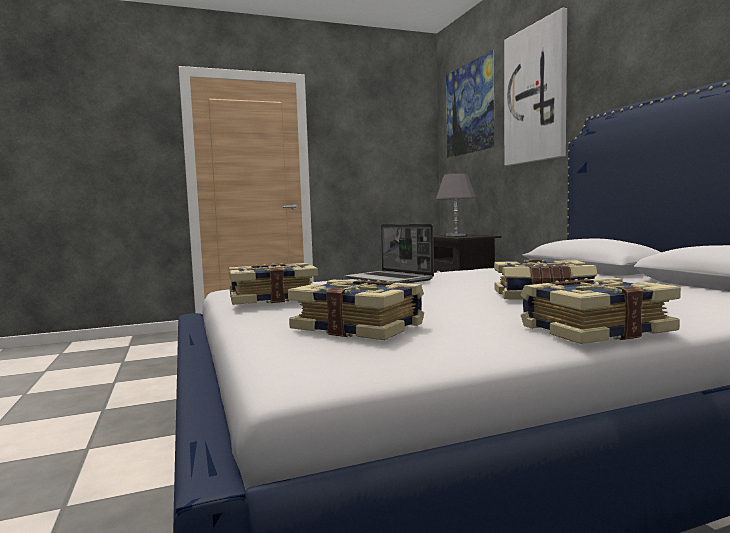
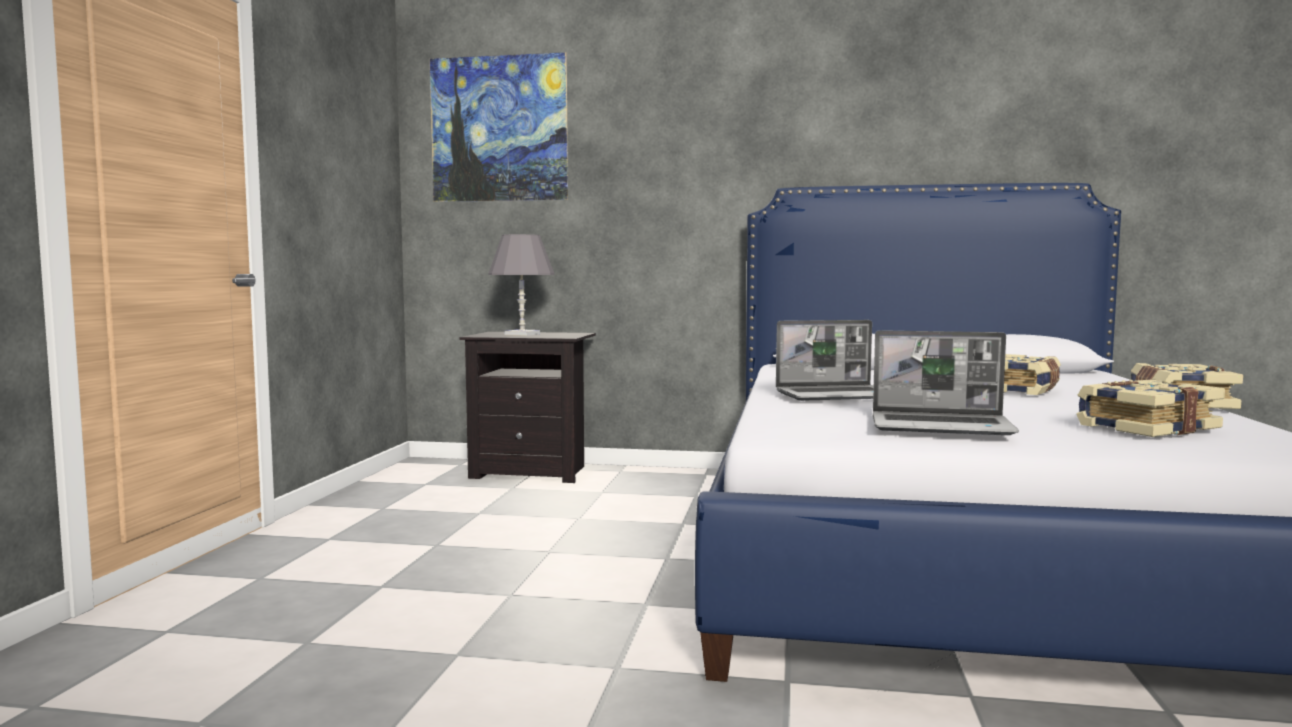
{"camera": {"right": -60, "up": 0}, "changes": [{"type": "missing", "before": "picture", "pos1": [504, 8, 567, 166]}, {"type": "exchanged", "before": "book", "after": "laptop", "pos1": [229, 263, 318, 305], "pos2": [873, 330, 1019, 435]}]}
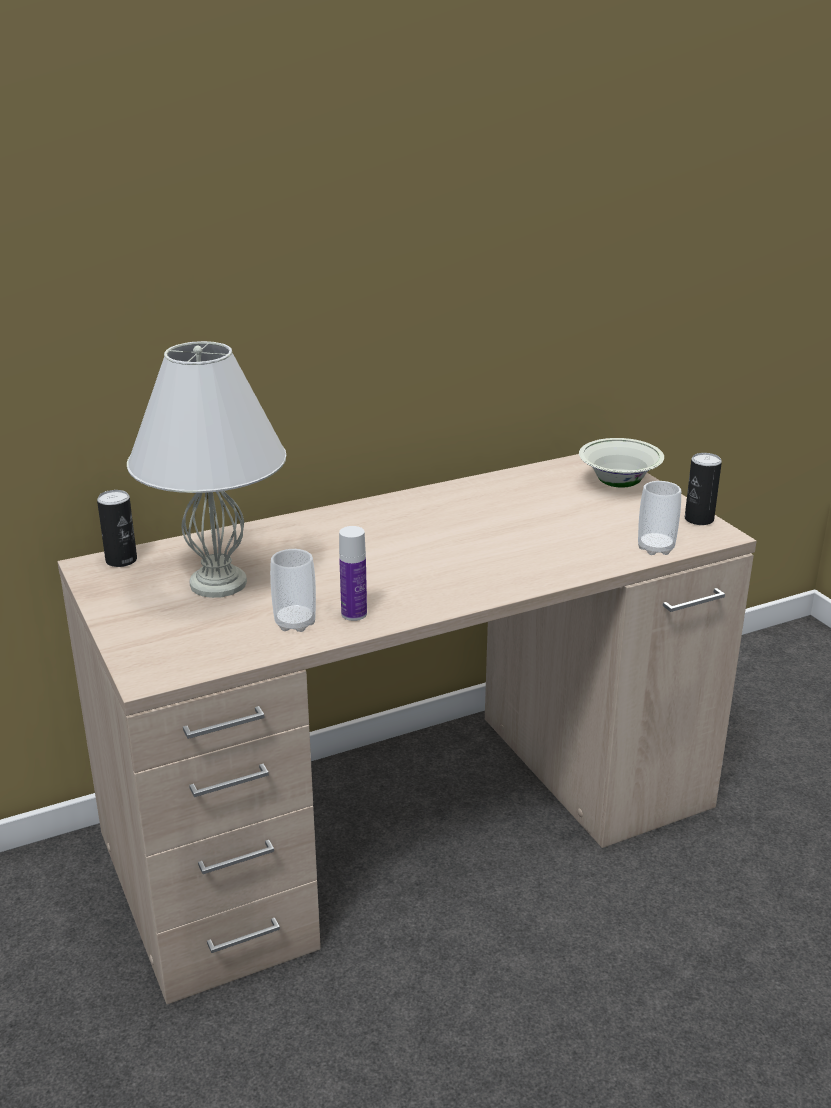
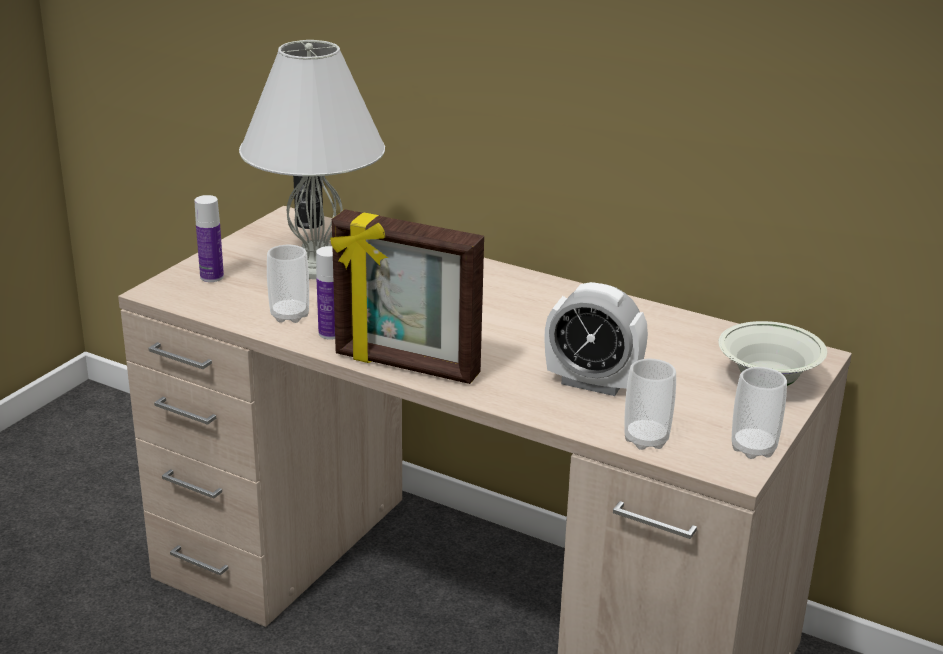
{"camera": {"right": 55, "up": 0}, "changes": [{"type": "exchanged", "before": "can", "after": "cup", "pos1": [685, 453, 722, 525], "pos2": [732, 367, 787, 459]}, {"type": "appeared", "after": "bottle", "pos2": [194, 195, 224, 282]}, {"type": "appeared", "after": "picture frame", "pos2": [330, 209, 484, 384]}, {"type": "appeared", "after": "alarm clock", "pos2": [544, 282, 648, 396]}]}
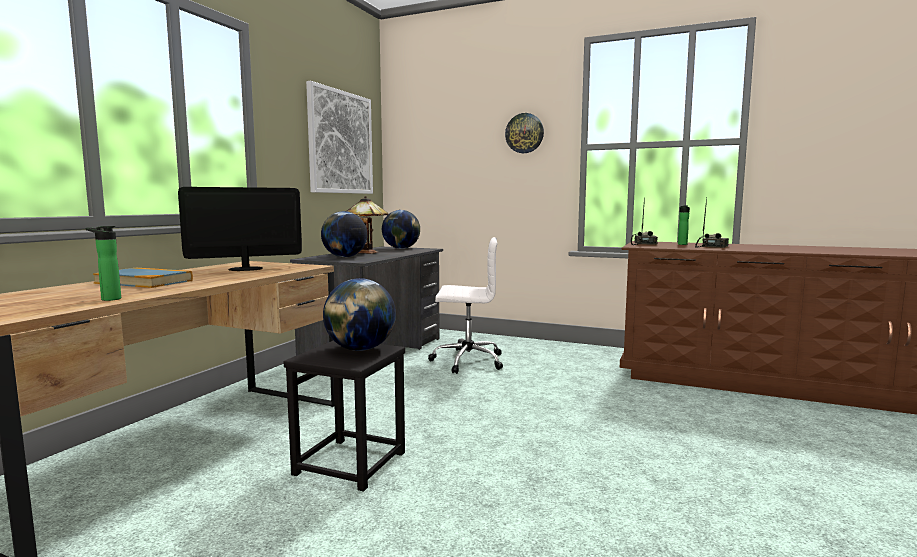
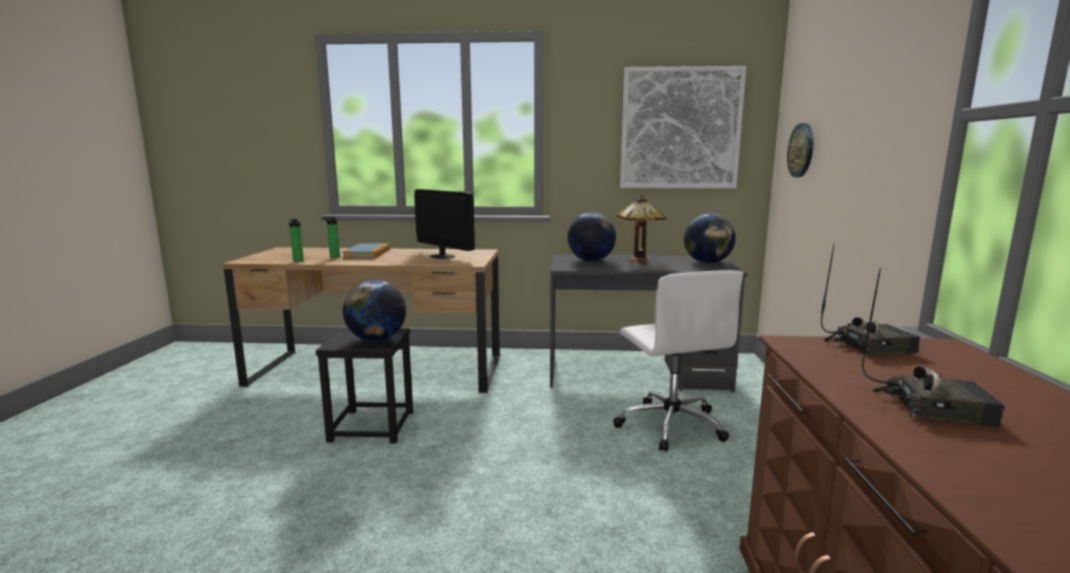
{"camera": {"right": 70, "up": 5}, "changes": [{"type": "relocated", "before": "wall clock", "pos1": [505, 113, 544, 153], "pos2": [787, 123, 813, 177]}, {"type": "relocated", "before": "bottle", "pos1": [678, 205, 690, 245], "pos2": [322, 216, 340, 258]}]}
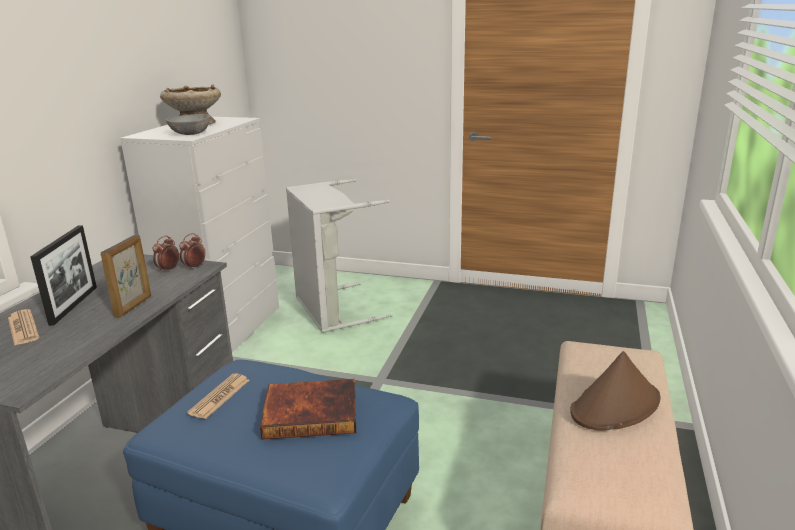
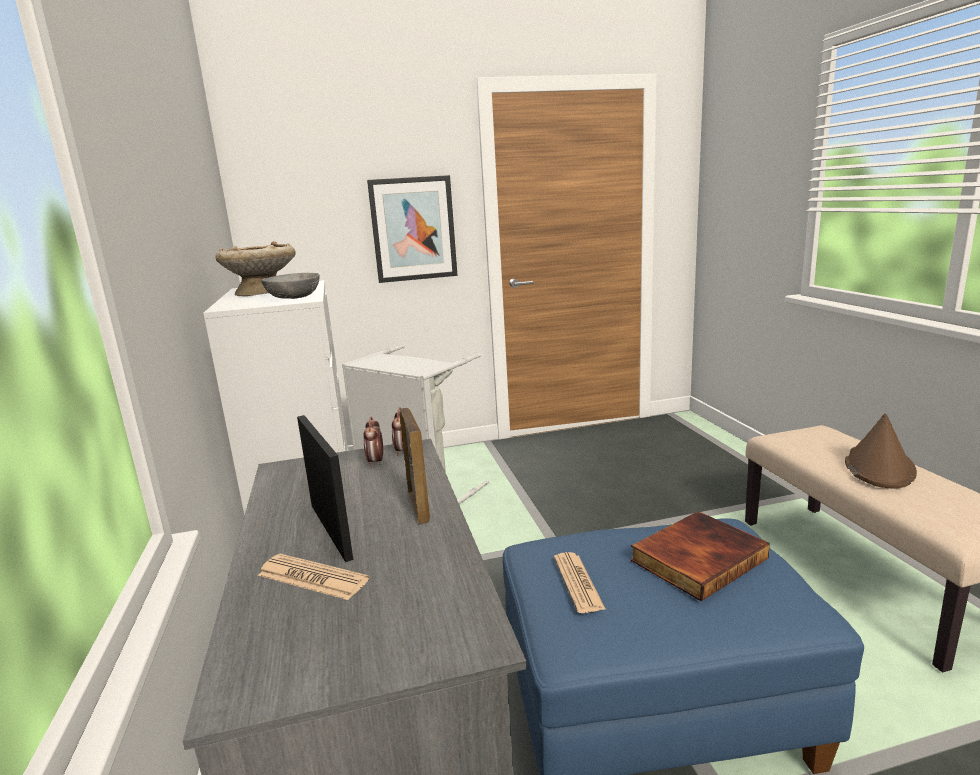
{"camera": {"right": -30, "up": -5}, "changes": [{"type": "appeared", "after": "picture", "pos2": [367, 175, 458, 283]}]}
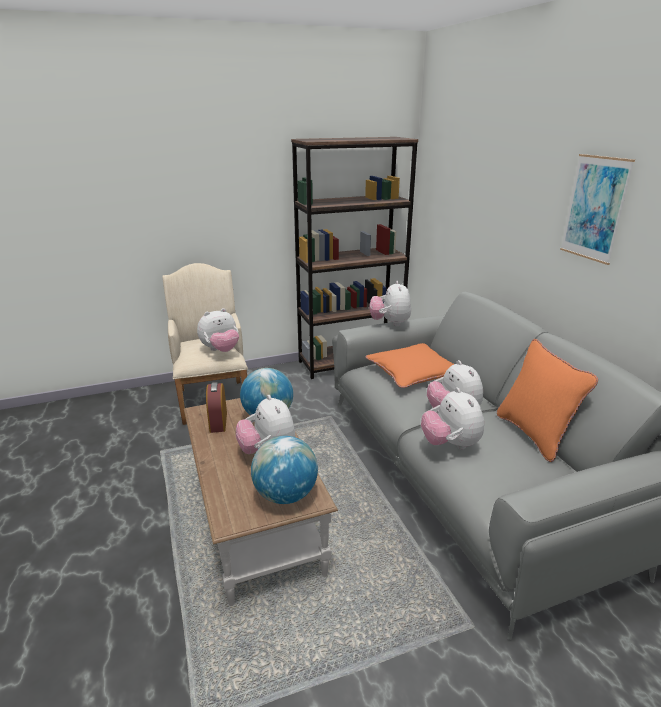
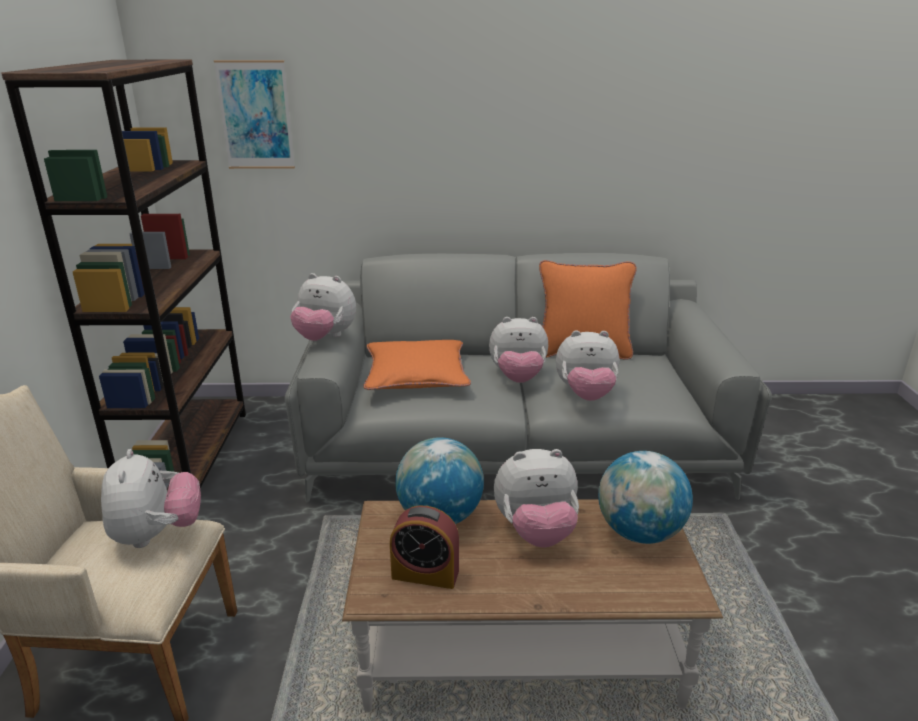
{"camera": {"right": -70, "up": 0}, "changes": [{"type": "relocated", "before": "picture", "pos1": [560, 154, 635, 265], "pos2": [214, 60, 295, 169]}]}
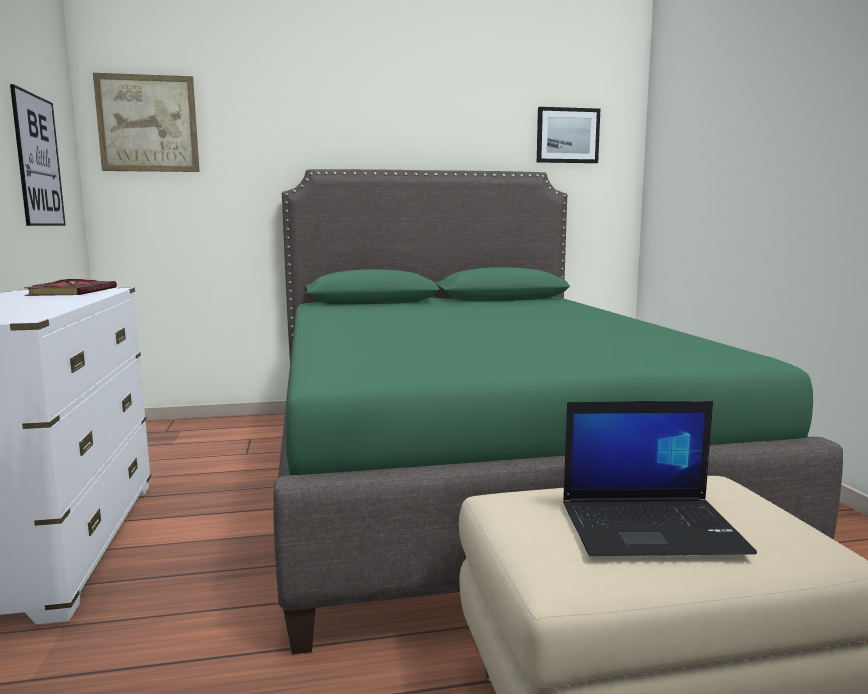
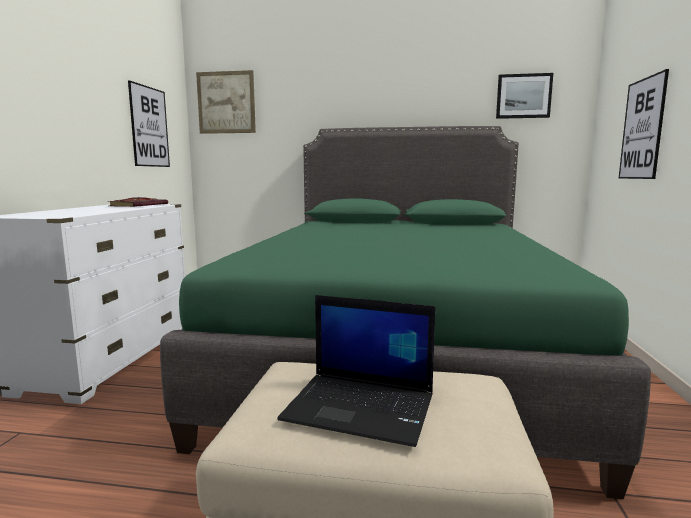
{"camera": {"right": 20, "up": 0}, "changes": [{"type": "appeared", "after": "picture", "pos2": [619, 69, 669, 179]}]}
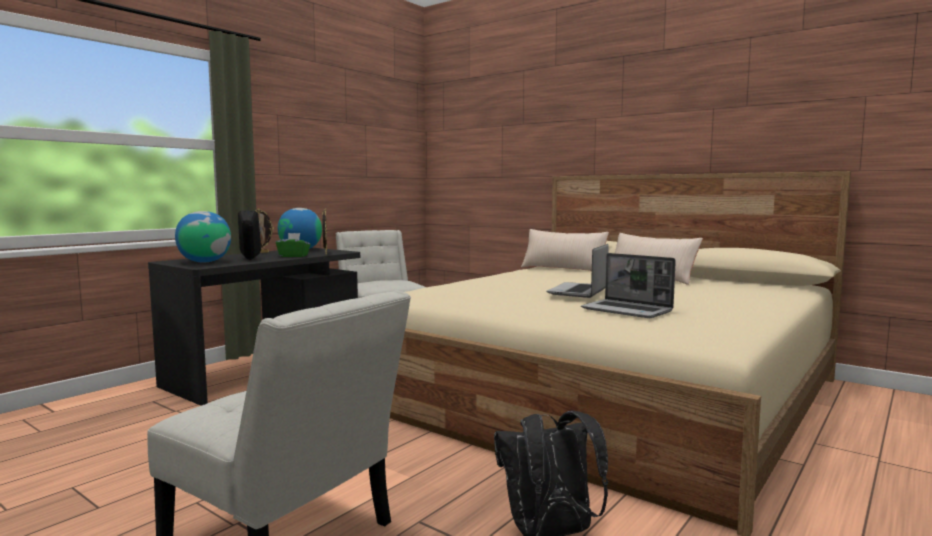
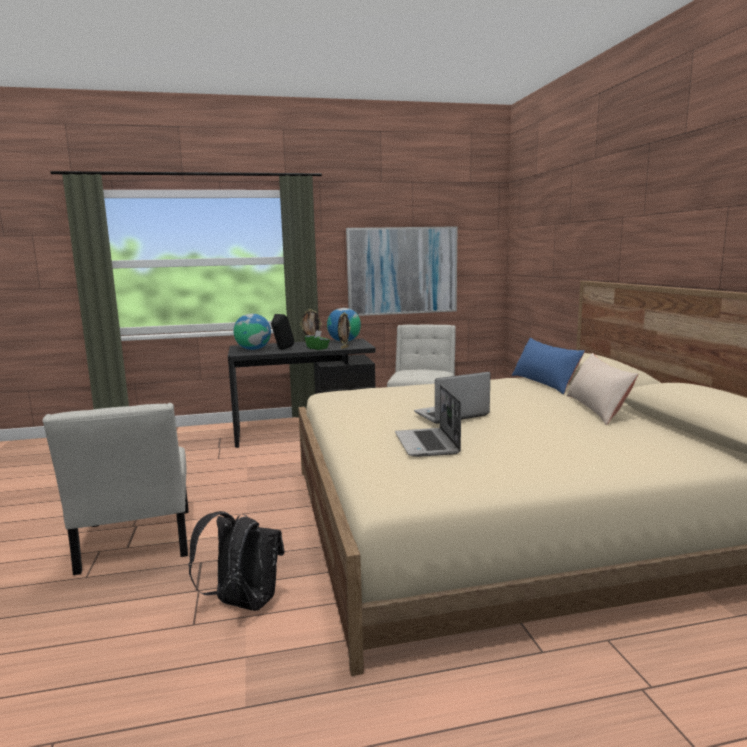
{"camera": {"right": 40, "up": 5}, "changes": [{"type": "colour", "before": "beige pillow", "after": "blue pillow", "pos1": [521, 229, 609, 271], "pos2": [512, 338, 585, 394]}, {"type": "appeared", "after": "picture", "pos2": [346, 226, 458, 316]}]}
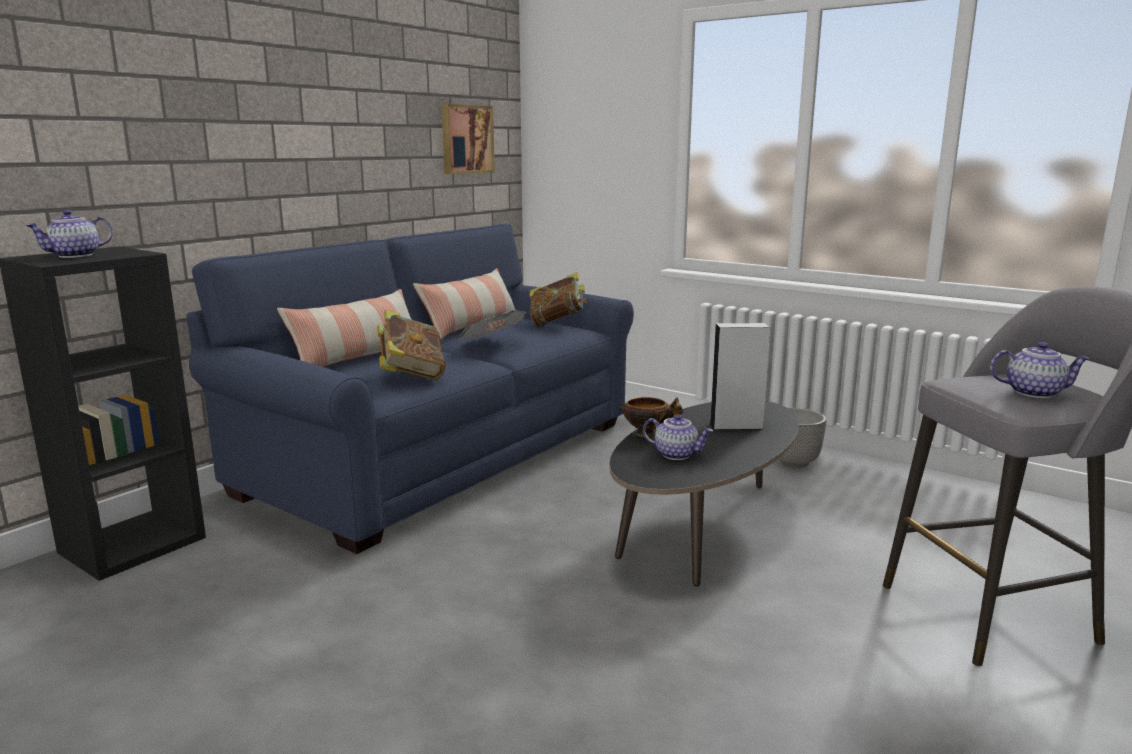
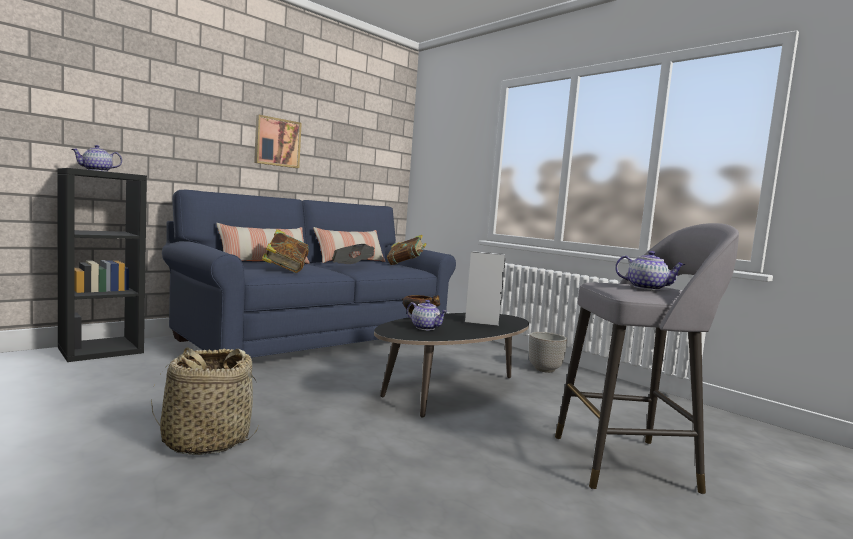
{"camera": {"right": 10, "up": -10}, "changes": [{"type": "relocated", "before": "picture", "pos1": [441, 104, 495, 174], "pos2": [254, 114, 302, 168]}, {"type": "appeared", "after": "basket", "pos2": [151, 347, 258, 455]}]}
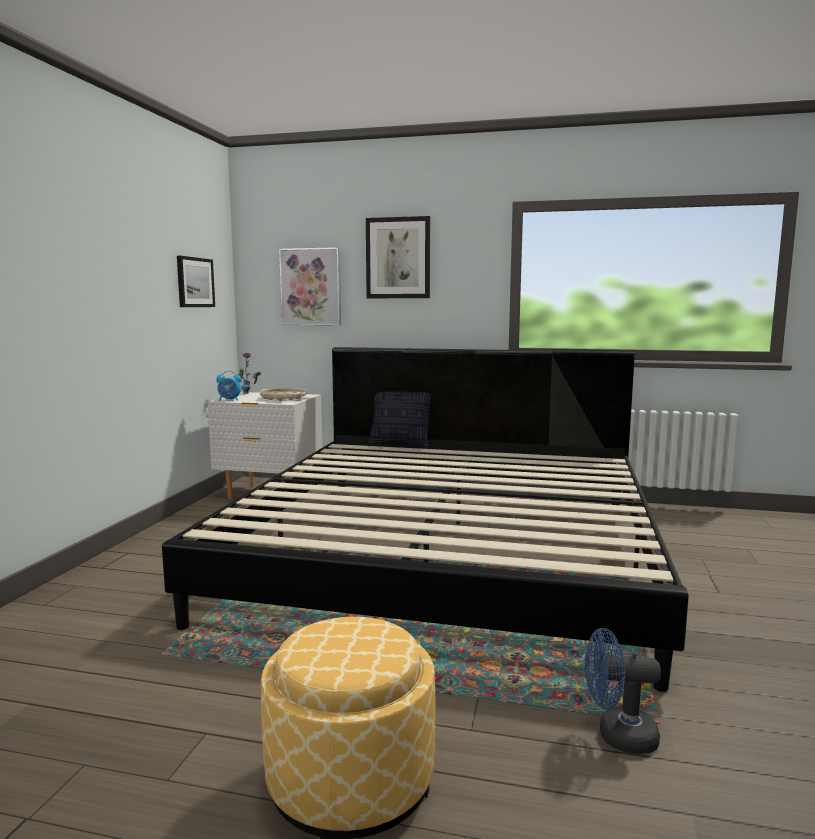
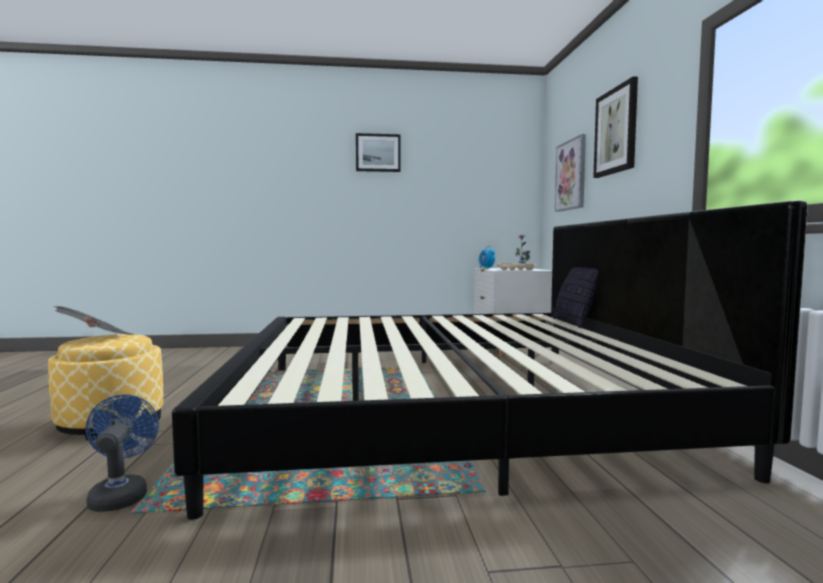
{"camera": {"right": 70, "up": -5}, "changes": [{"type": "relocated", "before": "picture", "pos1": [177, 256, 215, 307], "pos2": [356, 133, 401, 172]}, {"type": "appeared", "after": "newspaper", "pos2": [55, 306, 134, 335]}]}
